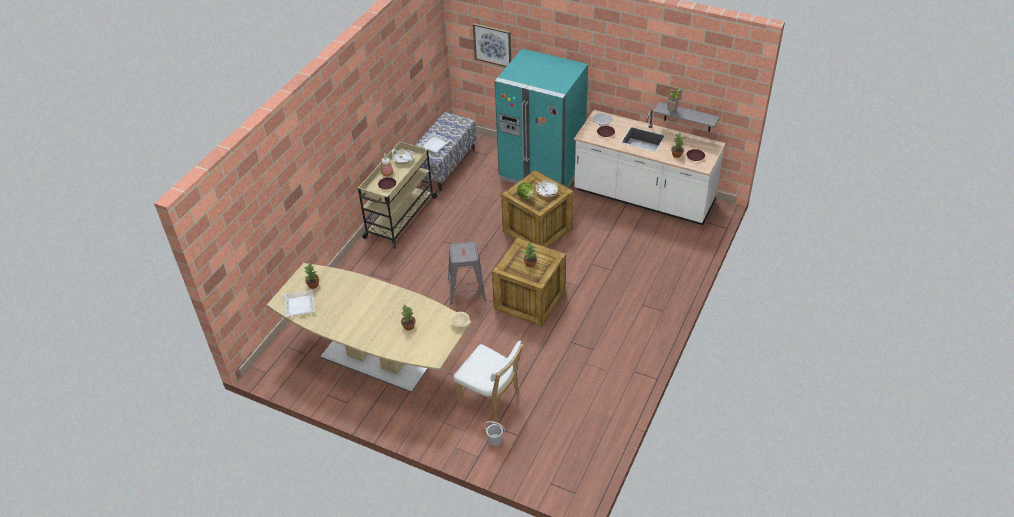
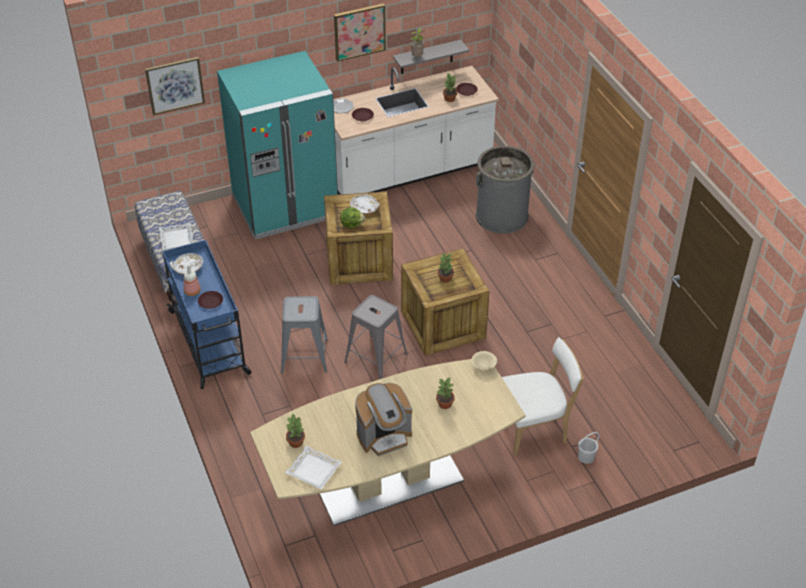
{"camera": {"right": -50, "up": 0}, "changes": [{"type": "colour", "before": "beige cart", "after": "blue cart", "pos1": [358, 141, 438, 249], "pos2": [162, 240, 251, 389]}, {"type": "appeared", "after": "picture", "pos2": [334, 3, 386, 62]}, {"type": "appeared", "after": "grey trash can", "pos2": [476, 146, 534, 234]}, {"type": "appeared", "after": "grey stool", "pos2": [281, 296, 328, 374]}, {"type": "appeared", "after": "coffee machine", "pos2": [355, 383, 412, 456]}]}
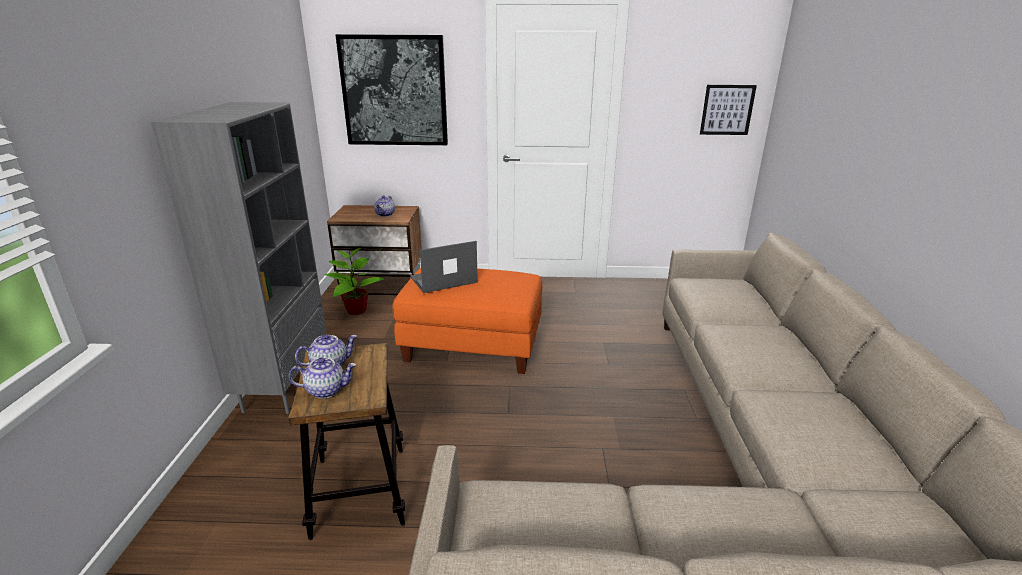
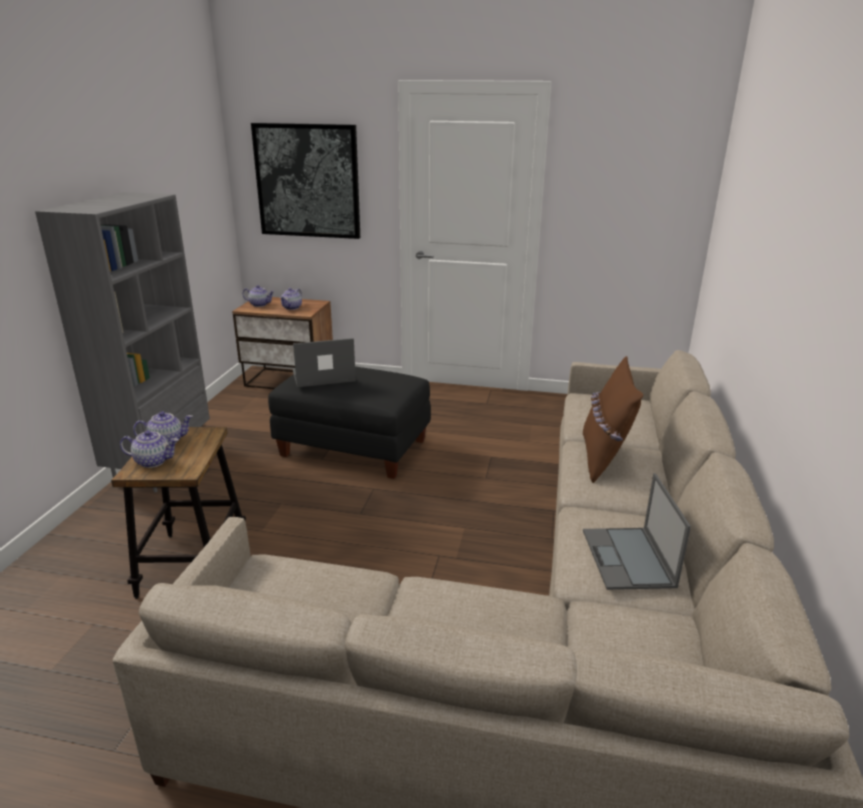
{"camera": {"right": 10, "up": 0}, "changes": [{"type": "missing", "before": "picture", "pos1": [700, 85, 757, 135]}, {"type": "missing", "before": "potted plant", "pos1": [325, 248, 384, 315]}, {"type": "colour", "before": "orange ottoman", "after": "black ottoman", "pos1": [393, 268, 542, 374], "pos2": [268, 366, 431, 479]}, {"type": "appeared", "after": "teapot", "pos2": [242, 285, 275, 307]}, {"type": "appeared", "after": "brown pillow", "pos2": [583, 356, 643, 483]}, {"type": "appeared", "after": "laptop", "pos2": [583, 473, 691, 590]}]}
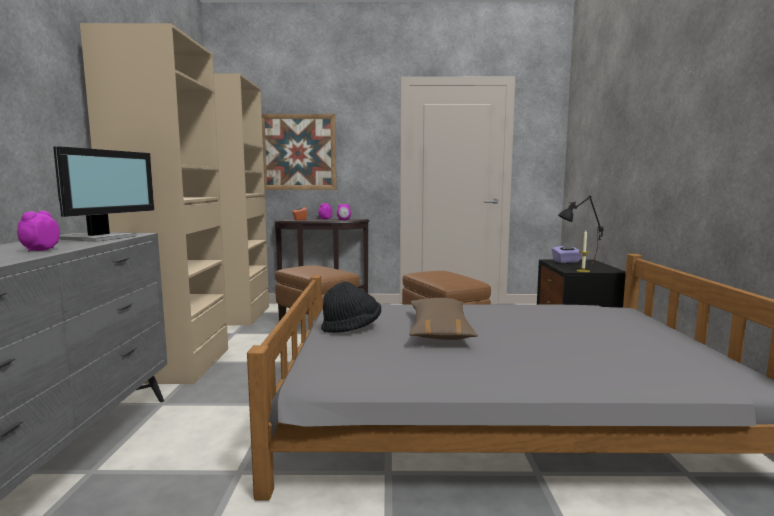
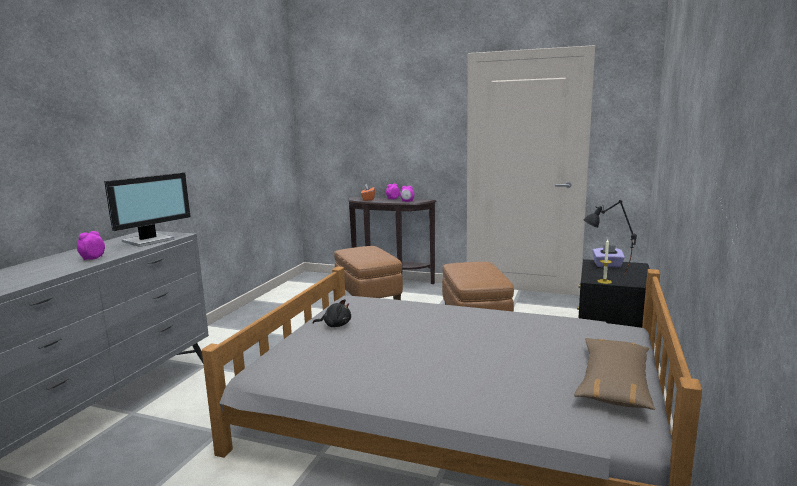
{"camera": {"right": 20, "up": 5}, "changes": [{"type": "missing", "before": "beige wardrobe", "pos1": [80, 23, 269, 384]}, {"type": "missing", "before": "picture", "pos1": [262, 114, 336, 190]}, {"type": "exchanged", "before": "black hat", "after": "black plush toy", "pos1": [321, 281, 381, 333], "pos2": [313, 299, 351, 327]}, {"type": "relocated", "before": "brown pillow", "pos1": [409, 298, 478, 340], "pos2": [574, 338, 655, 410]}]}
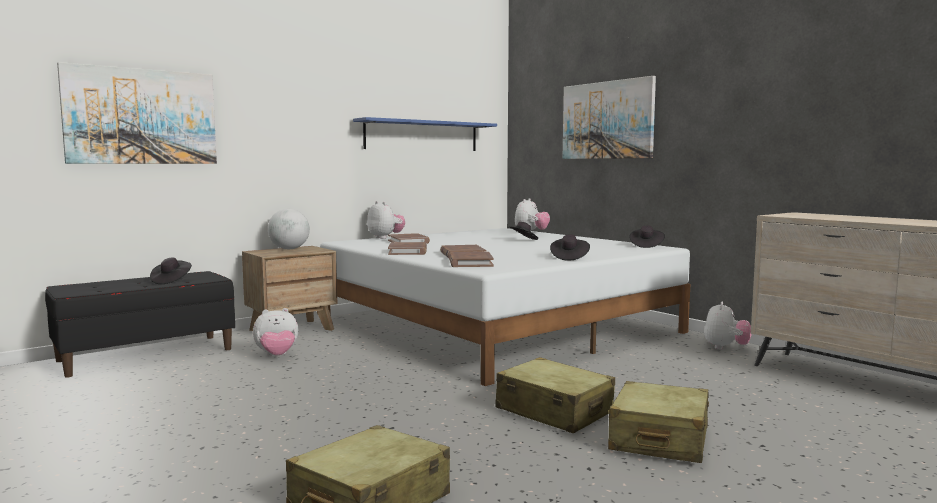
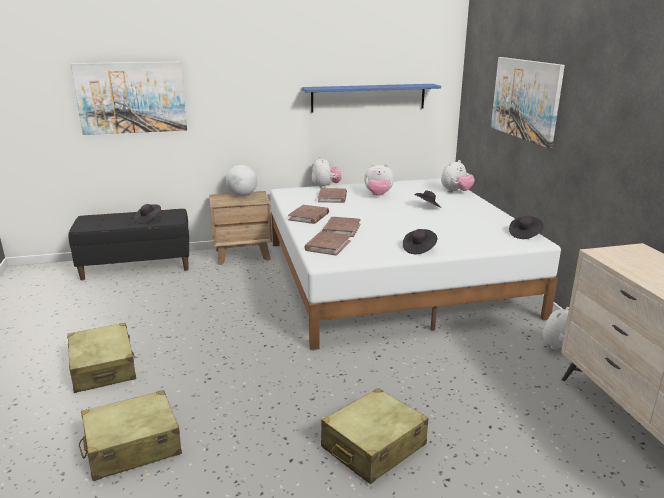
{"camera": {"right": 25, "up": 15}, "changes": [{"type": "relocated", "before": "plush toy", "pos1": [253, 308, 298, 356], "pos2": [364, 164, 394, 196]}, {"type": "relocated", "before": "beige suitcase", "pos1": [495, 357, 615, 433], "pos2": [67, 323, 136, 393]}]}
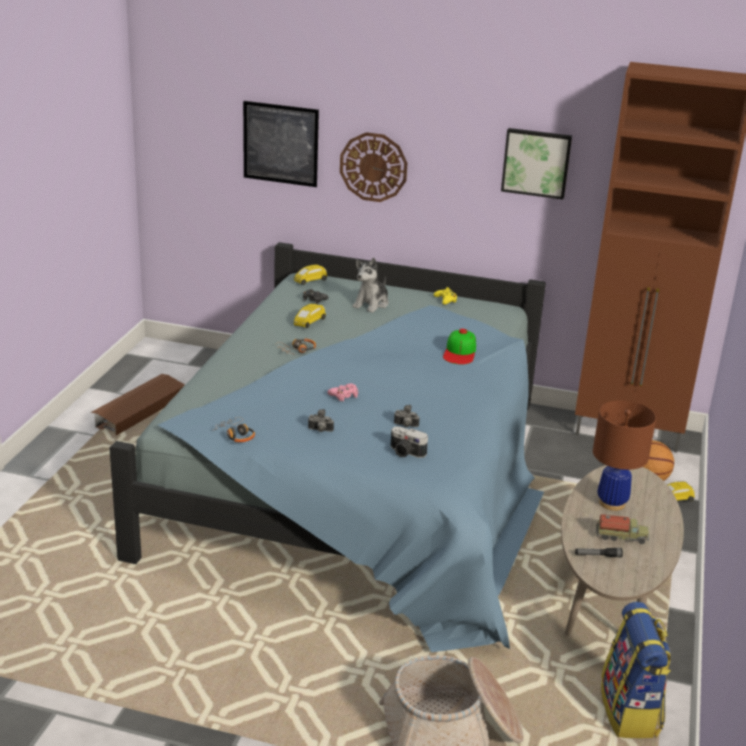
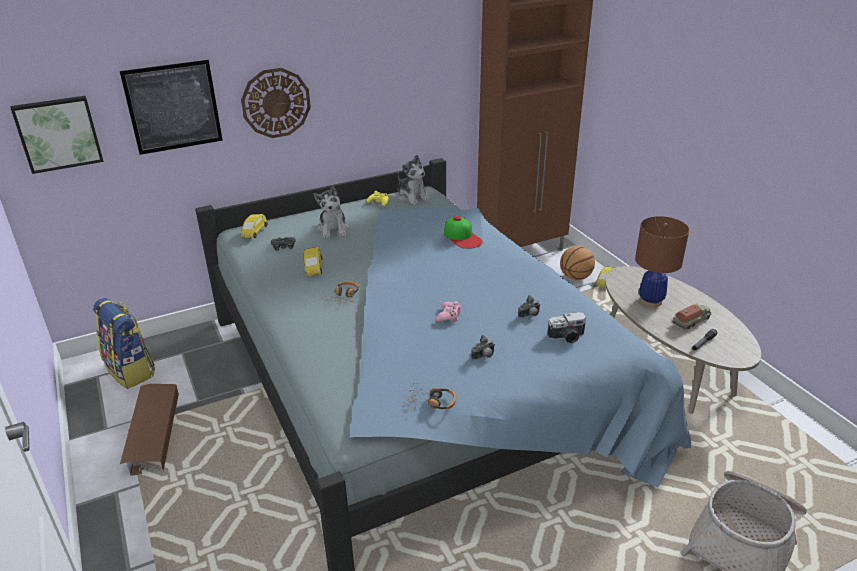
{"camera": {"right": -40, "up": 5}, "changes": [{"type": "relocated", "before": "picture", "pos1": [501, 128, 572, 200], "pos2": [11, 96, 104, 174]}, {"type": "relocated", "before": "backpack", "pos1": [601, 602, 671, 738], "pos2": [93, 298, 155, 389]}, {"type": "appeared", "after": "plush toy", "pos2": [398, 155, 430, 205]}]}
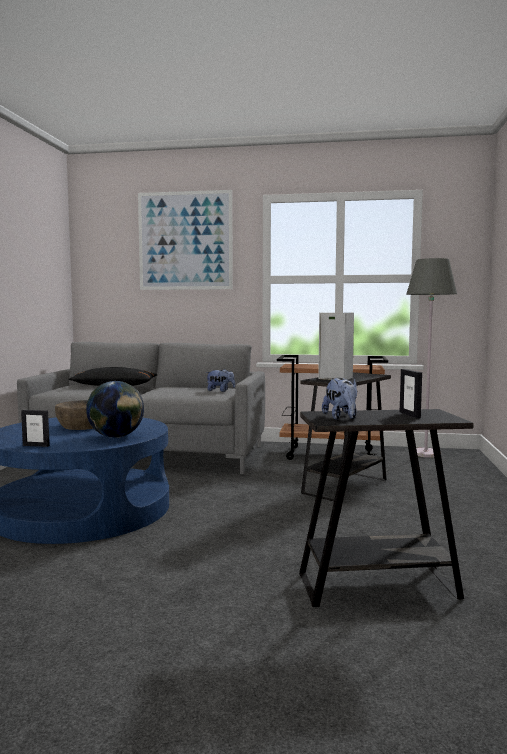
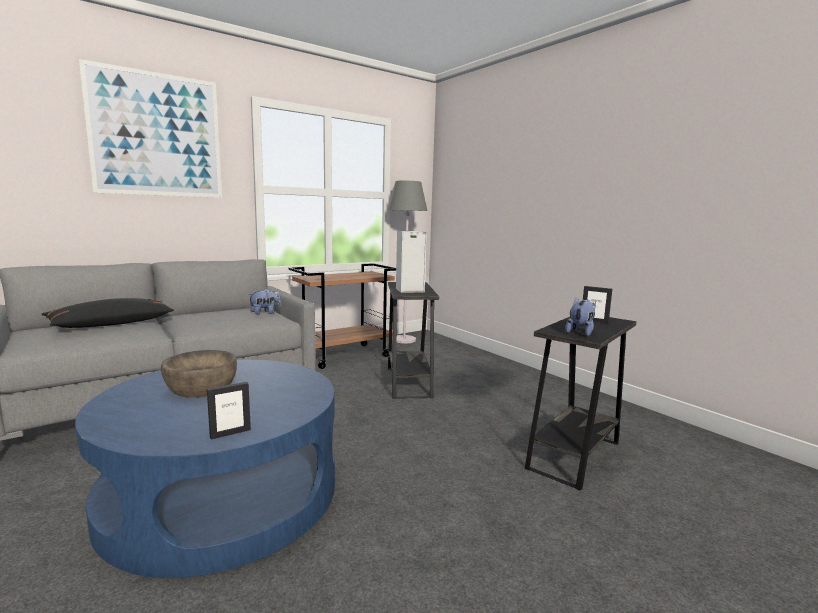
{"camera": {"right": -45, "up": 5}, "changes": [{"type": "spun", "before": "plush toy", "pos1": [322, 378, 357, 420], "pos2": [565, 298, 596, 336], "turn": -90}, {"type": "missing", "before": "globe", "pos1": [86, 381, 144, 438]}]}
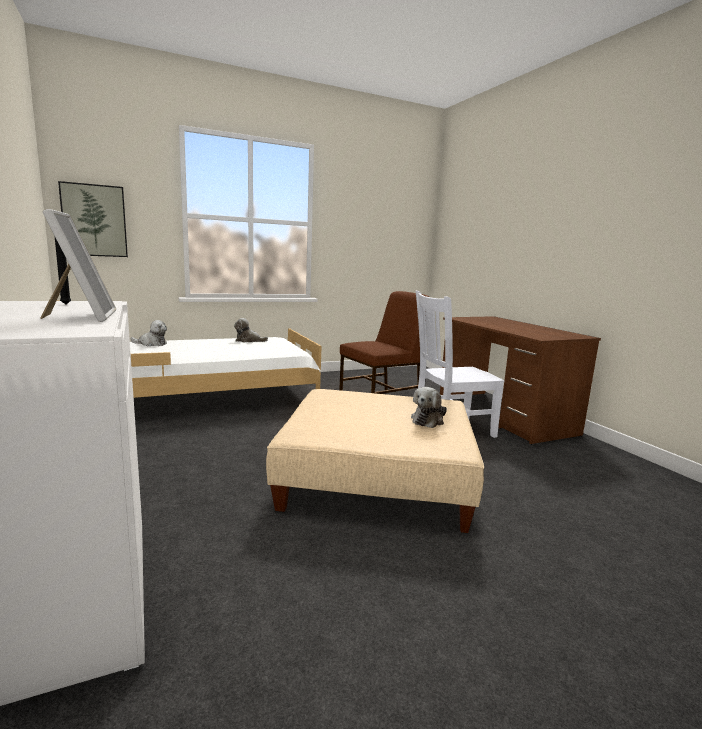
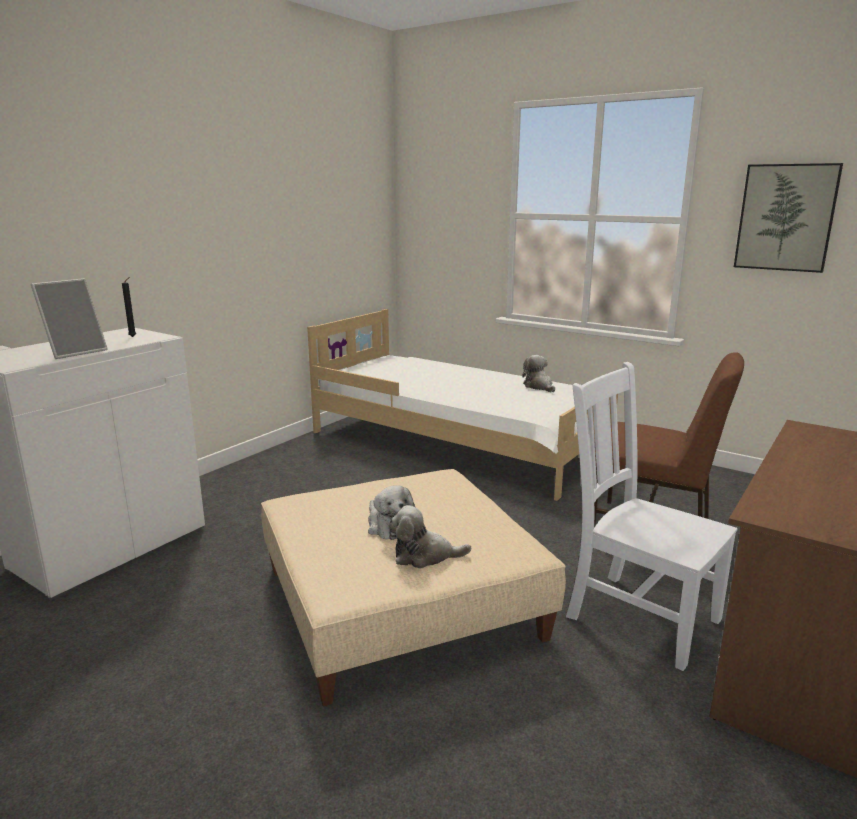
{"camera": {"right": 60, "up": 5}, "changes": [{"type": "relocated", "before": "picture", "pos1": [58, 181, 128, 257], "pos2": [734, 163, 843, 273]}, {"type": "relocated", "before": "plush toy", "pos1": [131, 320, 167, 346], "pos2": [368, 485, 415, 540]}]}
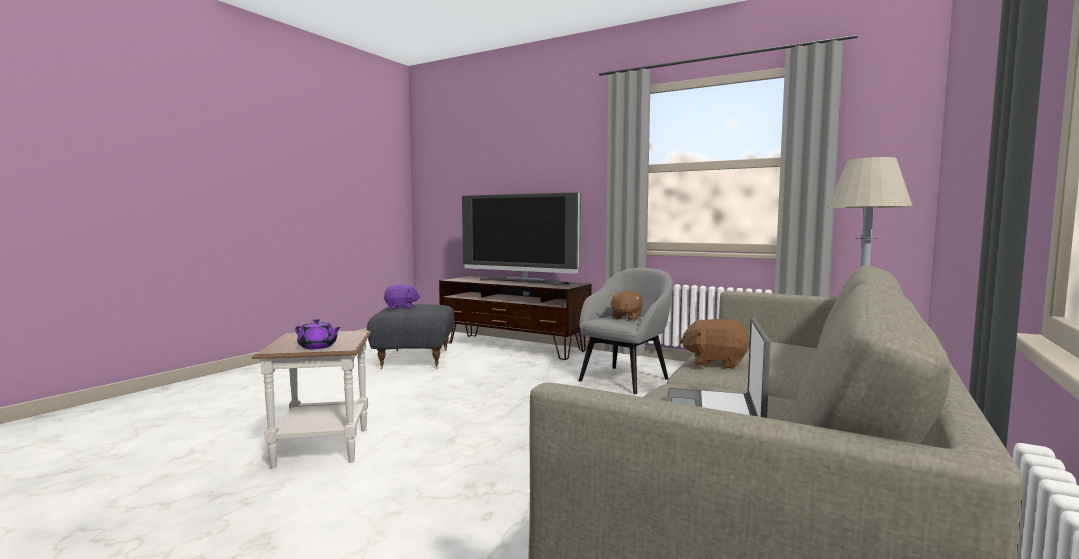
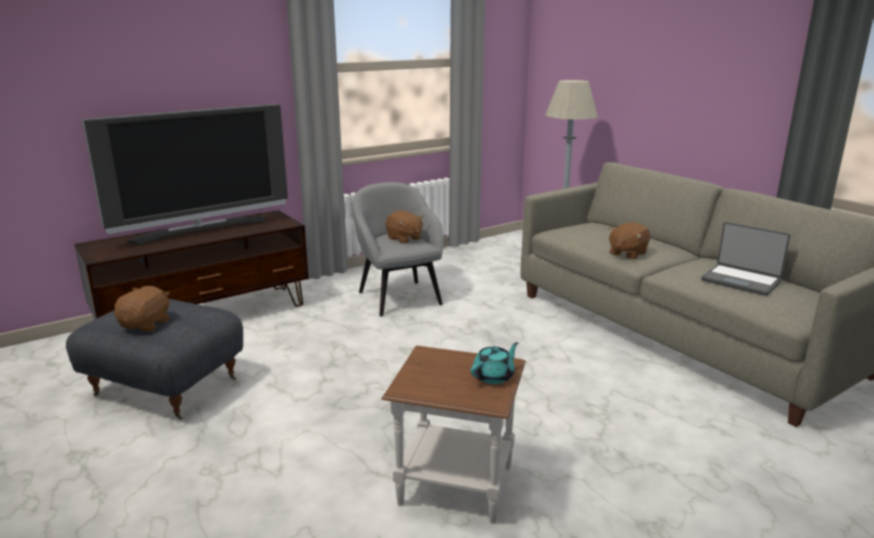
{"camera": {"right": -65, "up": 15}, "changes": [{"type": "colour", "before": "purple plush toy", "after": "brown plush toy", "pos1": [383, 284, 420, 310], "pos2": [114, 286, 170, 332]}, {"type": "colour", "before": "purple teapot", "after": "turquoise teapot", "pos1": [295, 319, 341, 349], "pos2": [471, 342, 518, 384]}]}
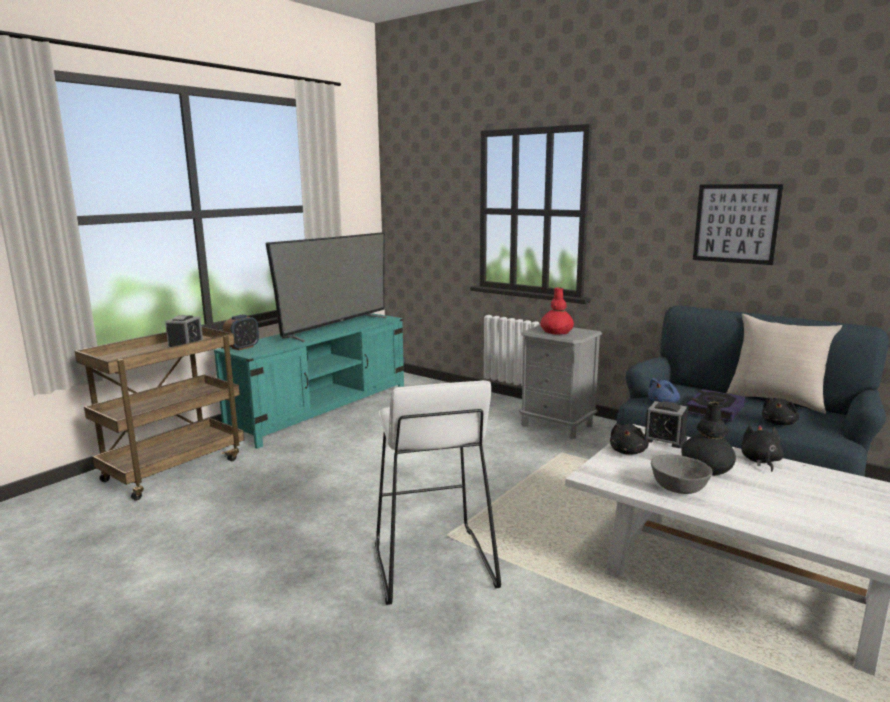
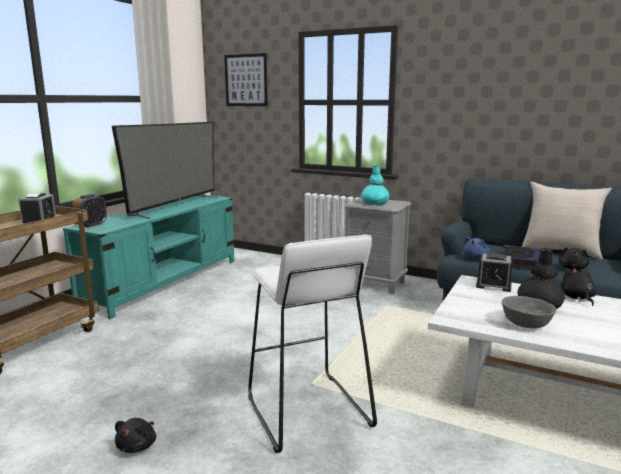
{"camera": {"right": -10, "up": 0}, "changes": [{"type": "relocated", "before": "picture", "pos1": [693, 184, 783, 265], "pos2": [224, 53, 268, 106]}, {"type": "colour", "before": "red vase", "after": "turquoise vase", "pos1": [540, 288, 574, 335], "pos2": [361, 165, 389, 205]}, {"type": "relocated", "before": "black plush toy", "pos1": [610, 424, 649, 455], "pos2": [115, 418, 156, 453]}]}
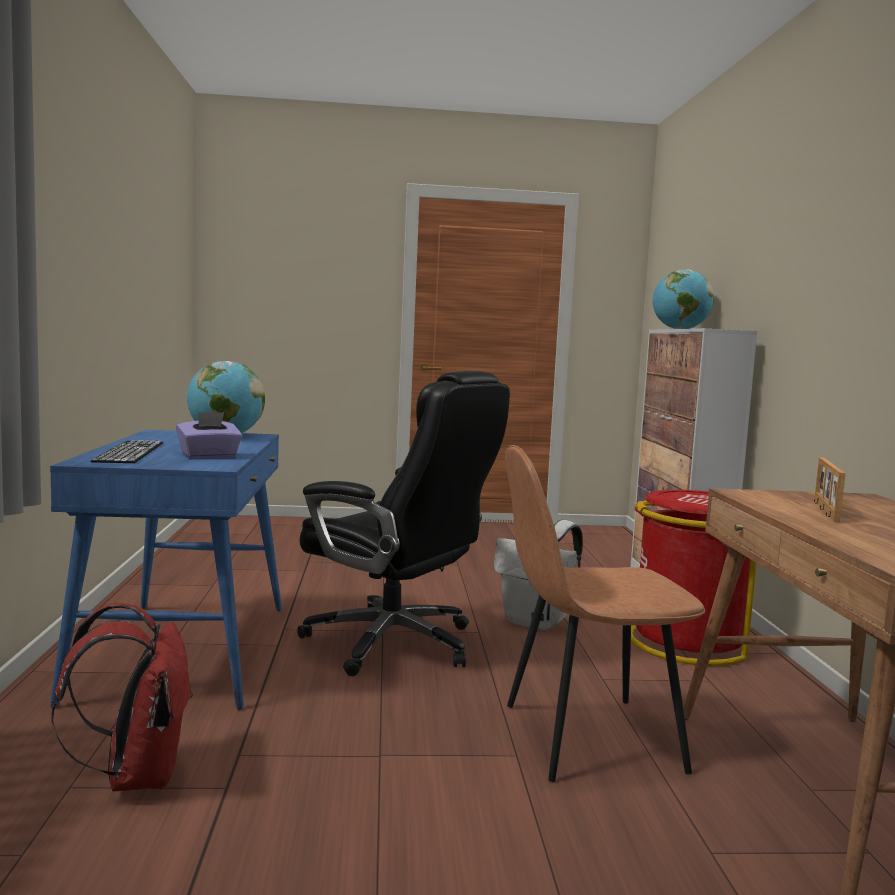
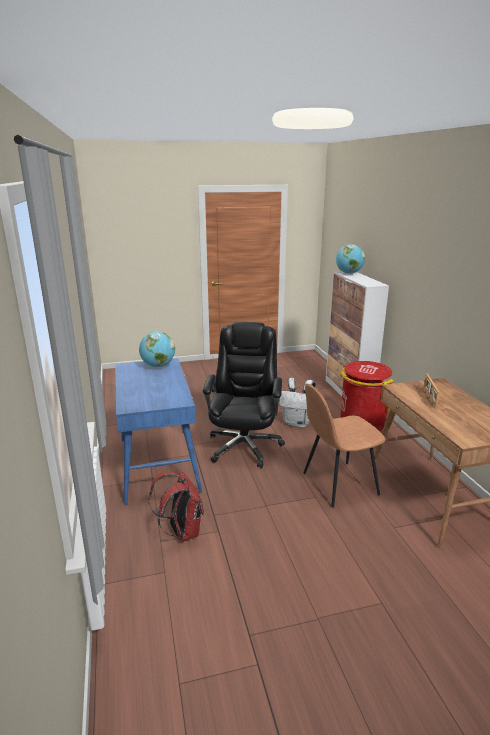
{"camera": {"right": -10, "up": 15}, "changes": [{"type": "spun", "before": "black office chair", "pos1": [297, 371, 510, 676], "pos2": [203, 322, 285, 468], "turn": -105}, {"type": "missing", "before": "purple tissue box", "pos1": [176, 412, 242, 459]}, {"type": "missing", "before": "keyboard", "pos1": [91, 440, 163, 463]}]}
